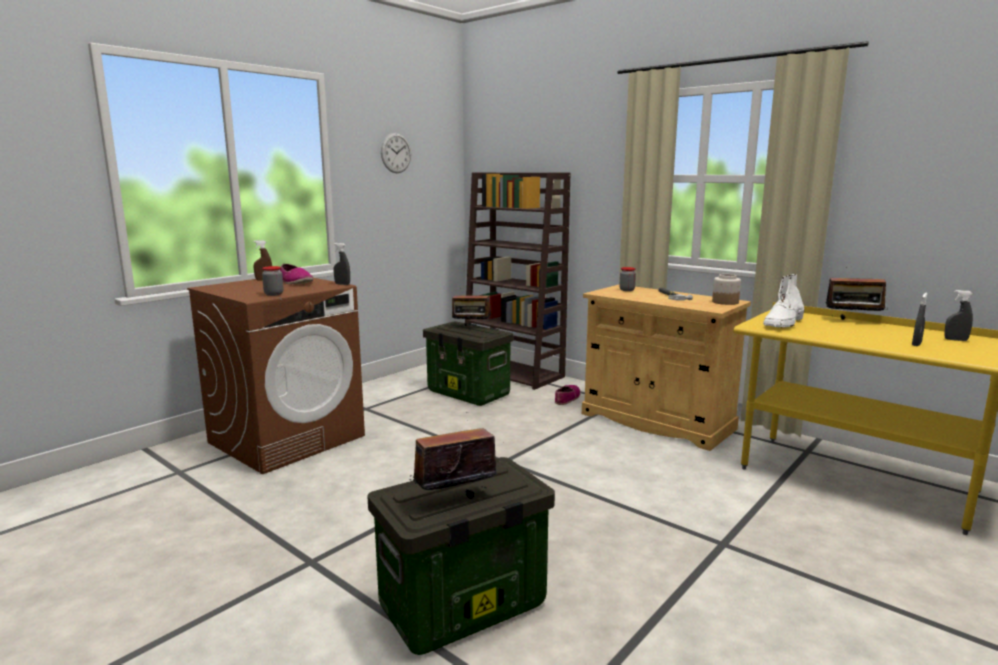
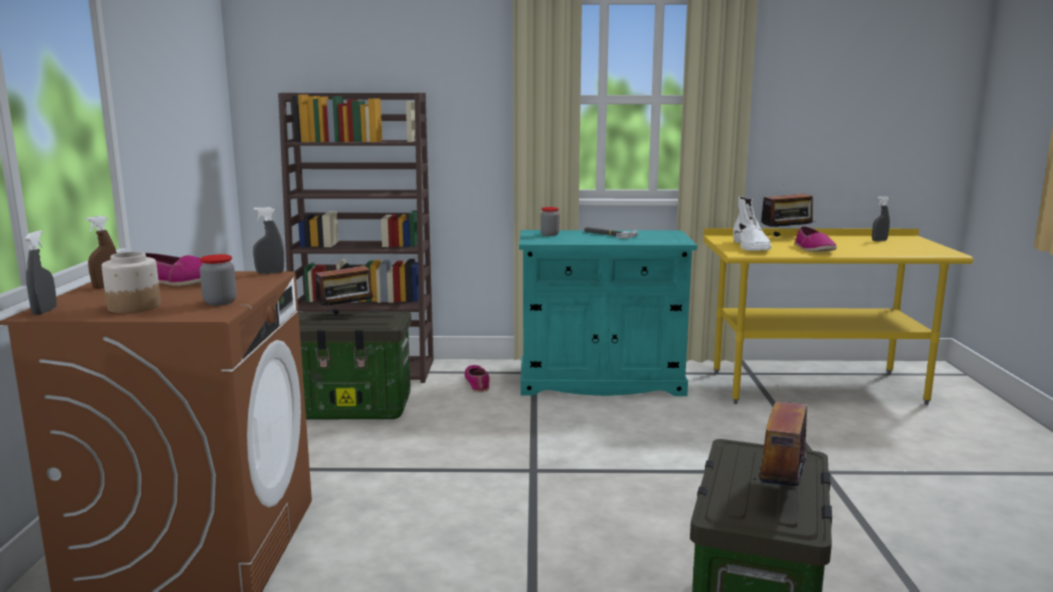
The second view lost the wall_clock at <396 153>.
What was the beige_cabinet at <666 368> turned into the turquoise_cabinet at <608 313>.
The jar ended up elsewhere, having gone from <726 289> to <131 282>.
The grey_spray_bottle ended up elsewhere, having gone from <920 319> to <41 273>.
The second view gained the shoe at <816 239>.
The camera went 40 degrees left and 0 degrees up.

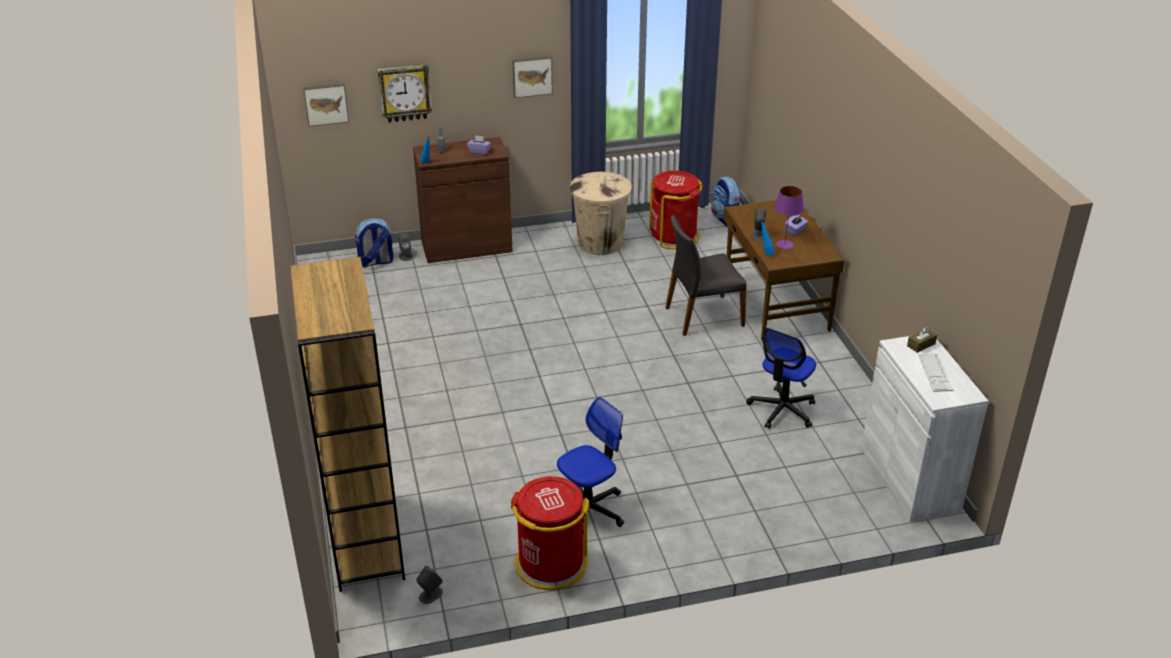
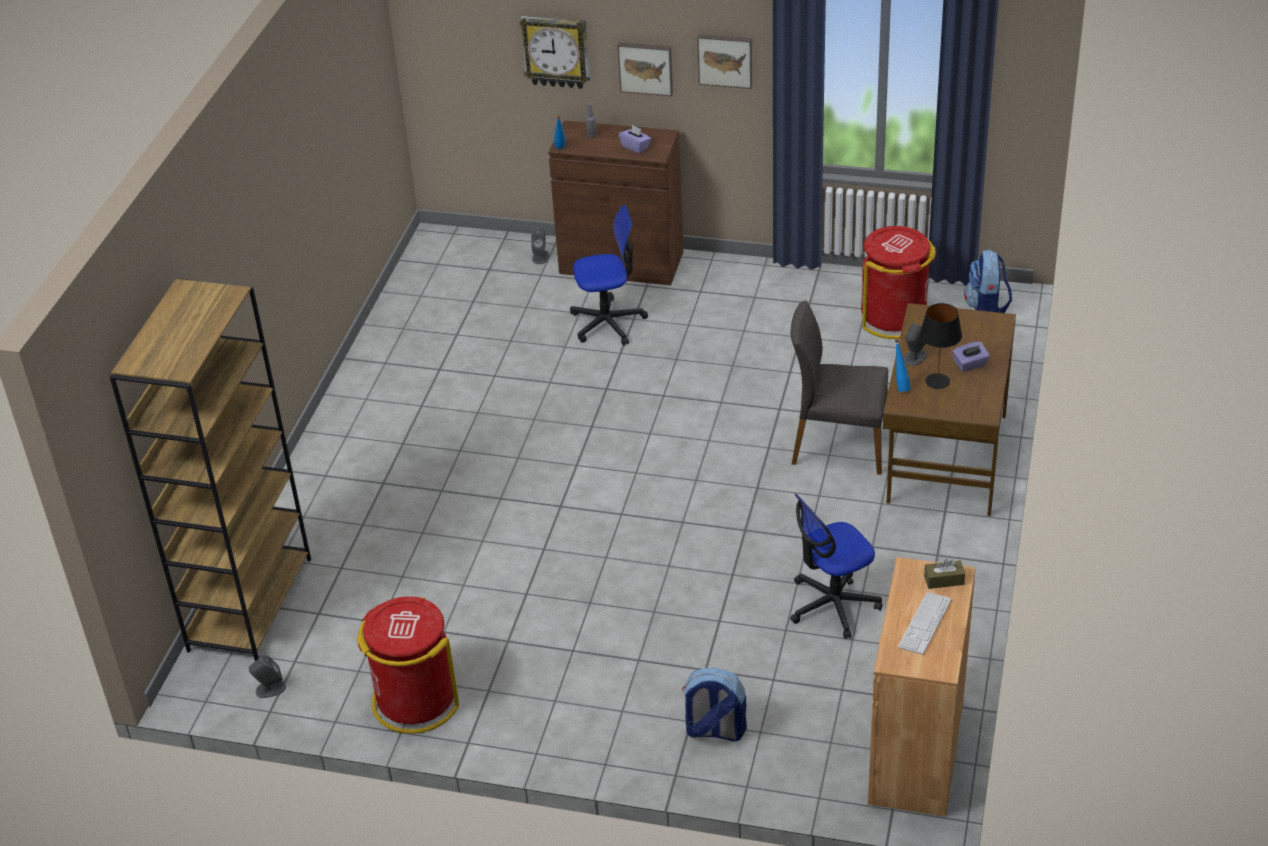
The picture ended up elsewhere, having gone from <326 105> to <645 69>.
The backpack ended up elsewhere, having gone from <374 242> to <714 704>.
The office_chair ended up elsewhere, having gone from <590 462> to <609 275>.
The second view lost the beige_trash_can at <601 213>.
What was the purple_table_lamp at <789 217> turned into the black_table_lamp at <941 346>.
What was the white_cabinet at <925 429> turned into the brown_cabinet at <922 687>.
The camera went 30 degrees right and 5 degrees up.

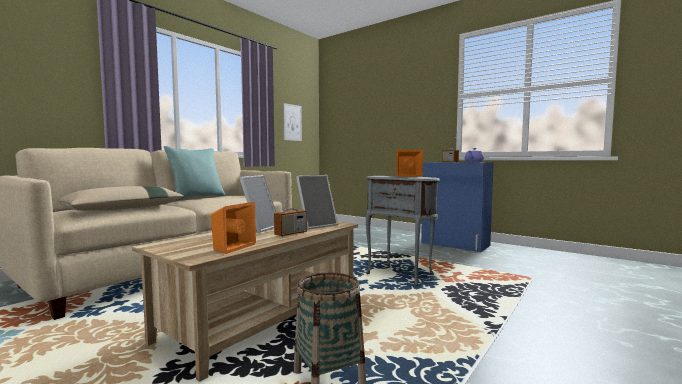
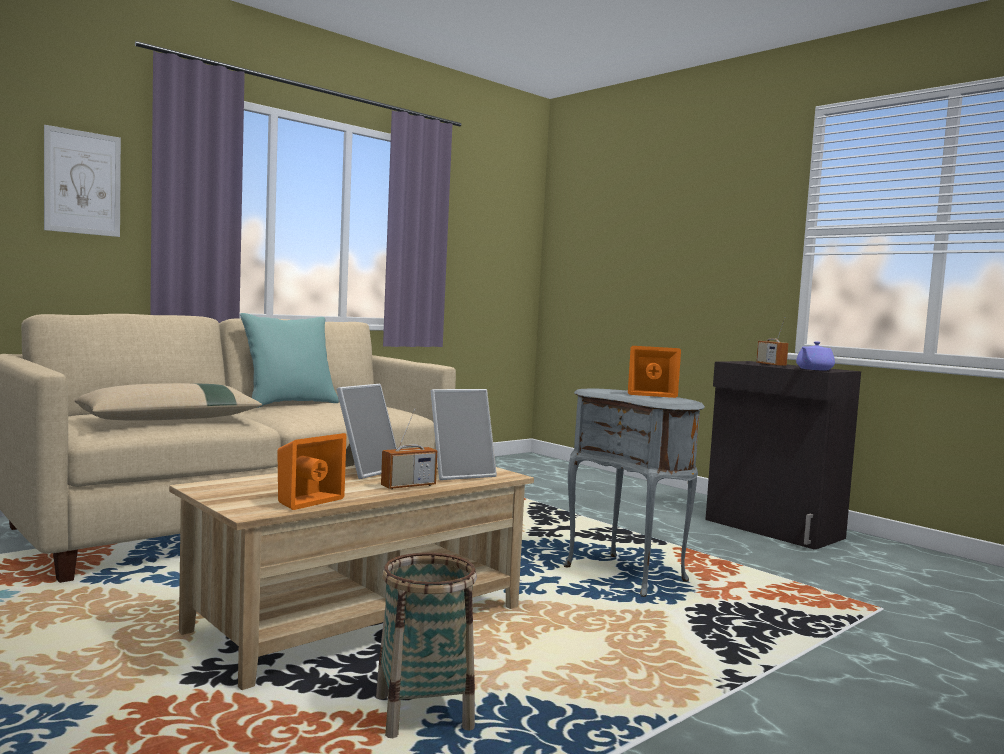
The picture ended up elsewhere, having gone from <292 122> to <82 181>.
What was the blue_cabinet at <457 207> turned into the black_cabinet at <783 455>.
The camera went 10 degrees right and 0 degrees up.

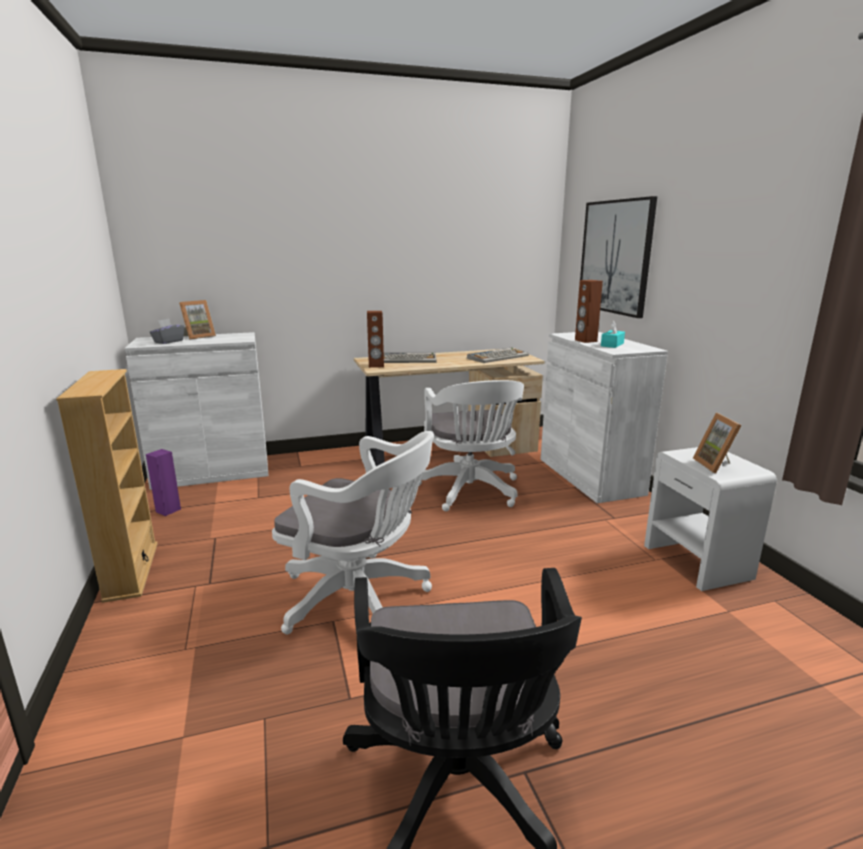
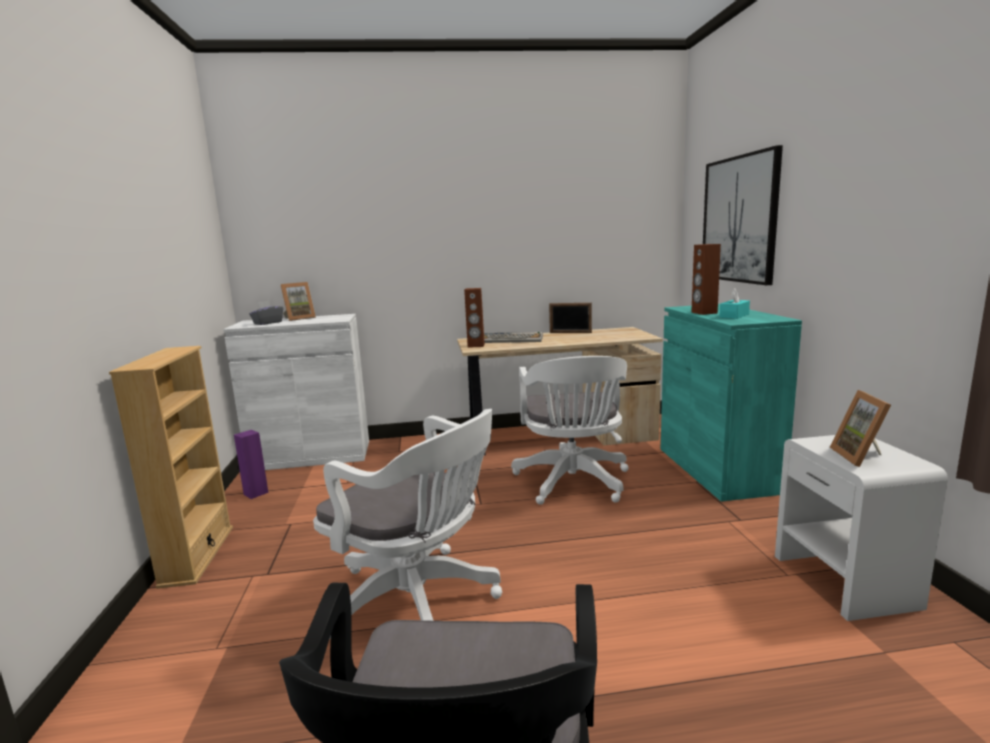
The second view lost the keyboard at <498 355>.
What was the white_cabinet at <604 417> turned into the turquoise_cabinet at <731 403>.
The second view gained the picture_frame at <570 318>.
The camera went 10 degrees right and 5 degrees down.

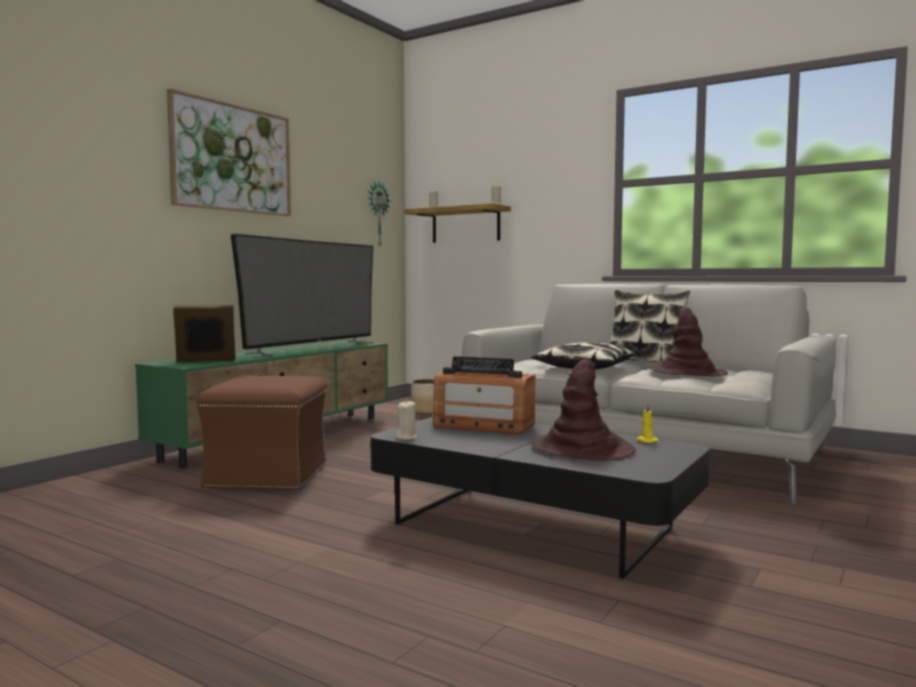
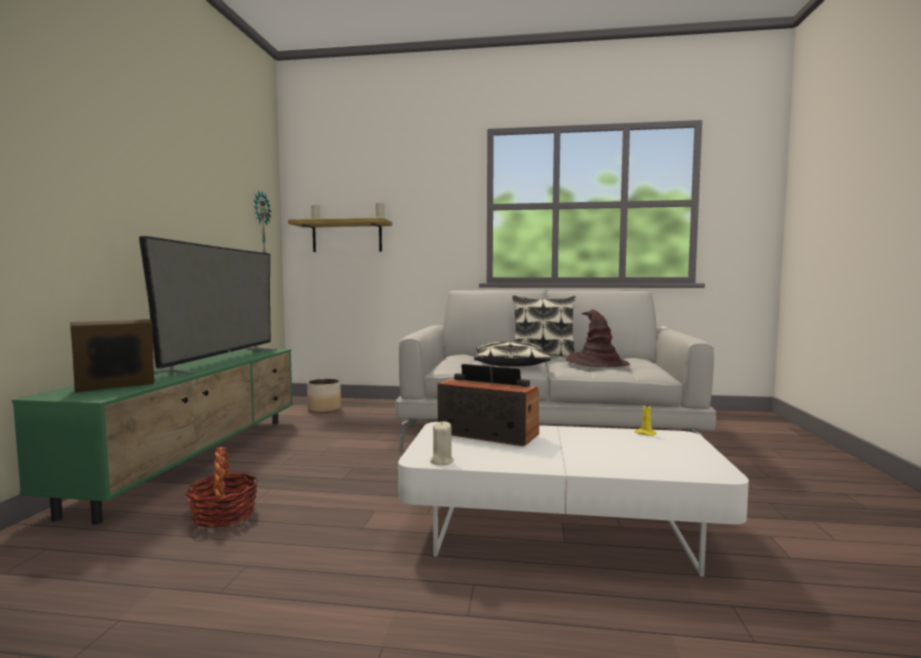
The second view lost the picture at <229 152>.
Where the brown_ottoman stood at <262 433>, the basket came to stand at <222 487>.
What was the black_coffee_table at <540 498> turned into the white_coffee_table at <573 499>.
The radio at <484 395> ended up facing another way, 150 degrees counterclockwise from before.
The second view lost the brown_hat at <583 410>.
The camera went 25 degrees left and 0 degrees up.

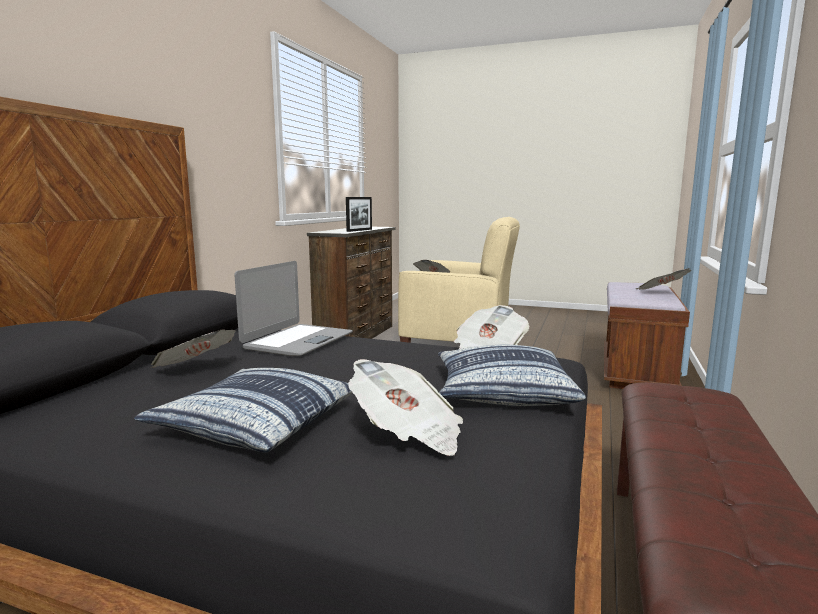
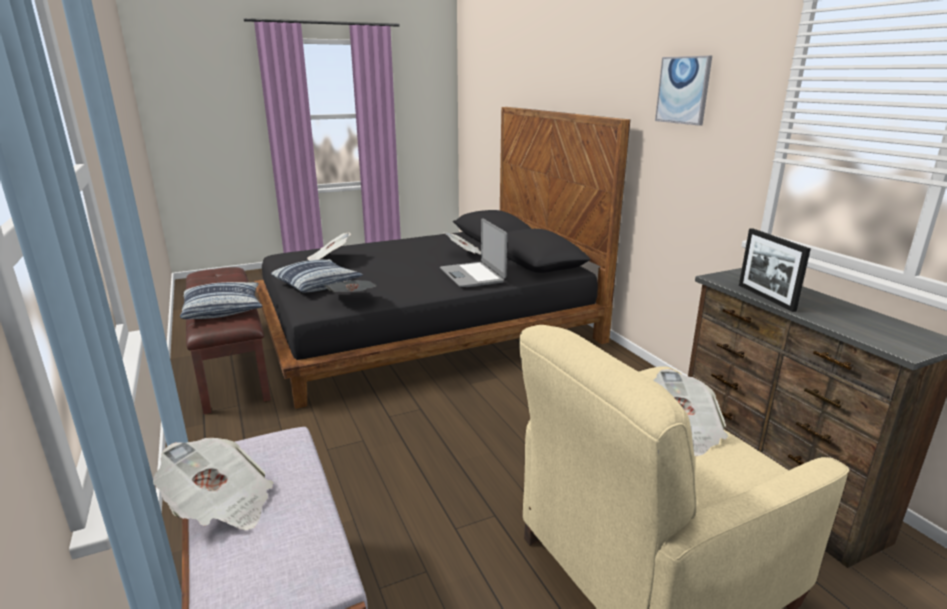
The pillow ended up elsewhere, having gone from <243 410> to <221 300>.
The second view gained the picture at <683 91>.
The camera went 135 degrees right and 10 degrees up.

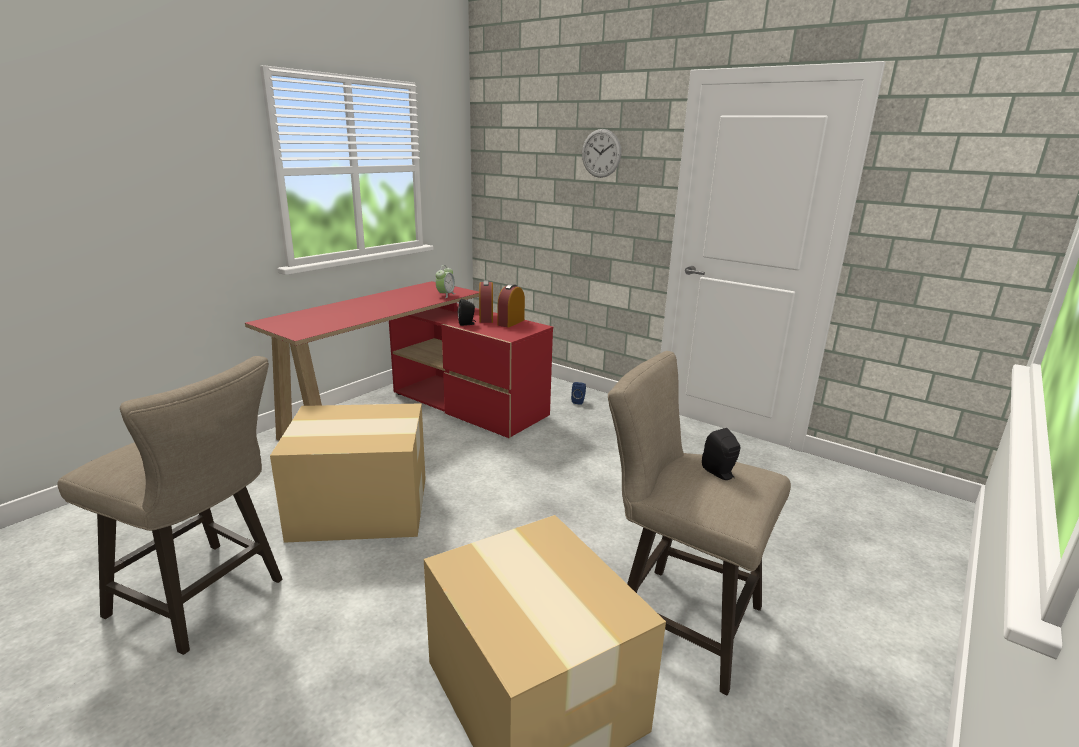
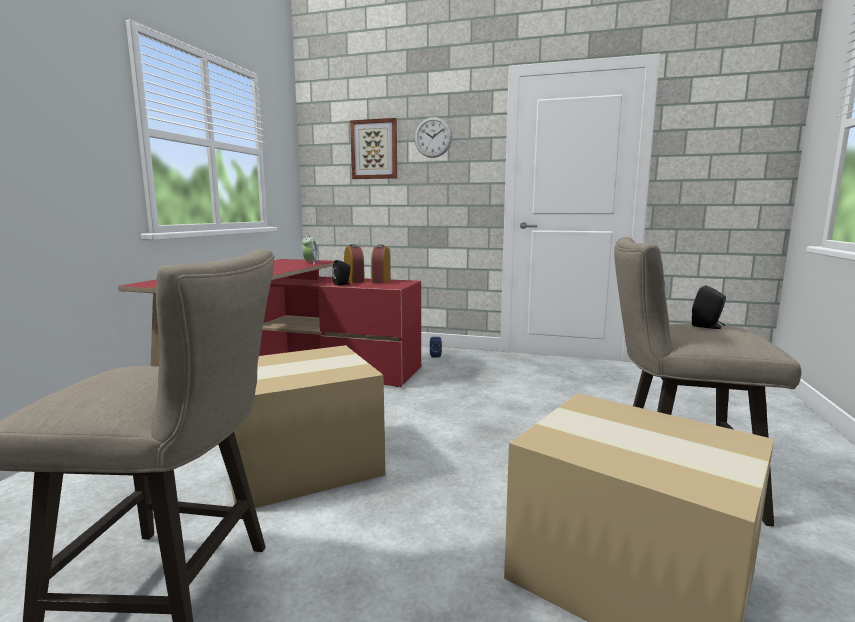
The second view gained the picture at <373 148>.
The camera went 20 degrees left and 10 degrees down.

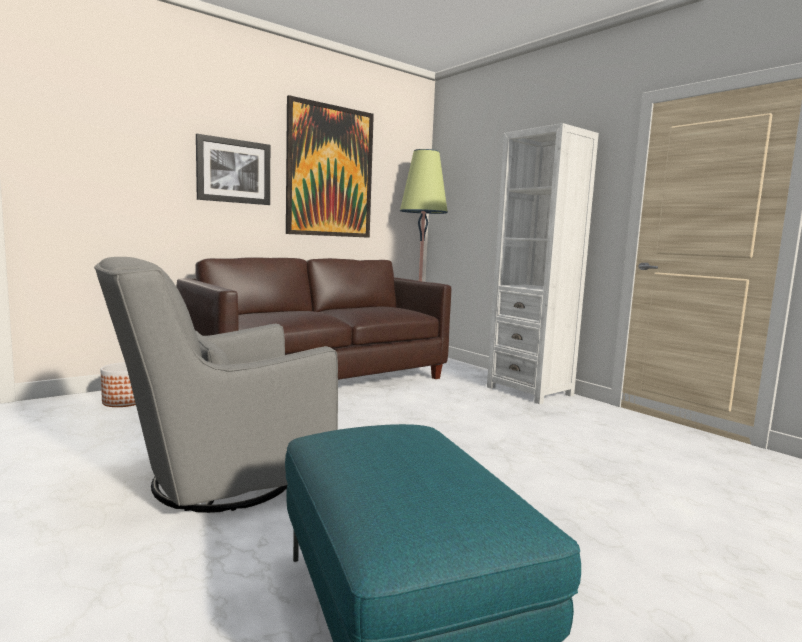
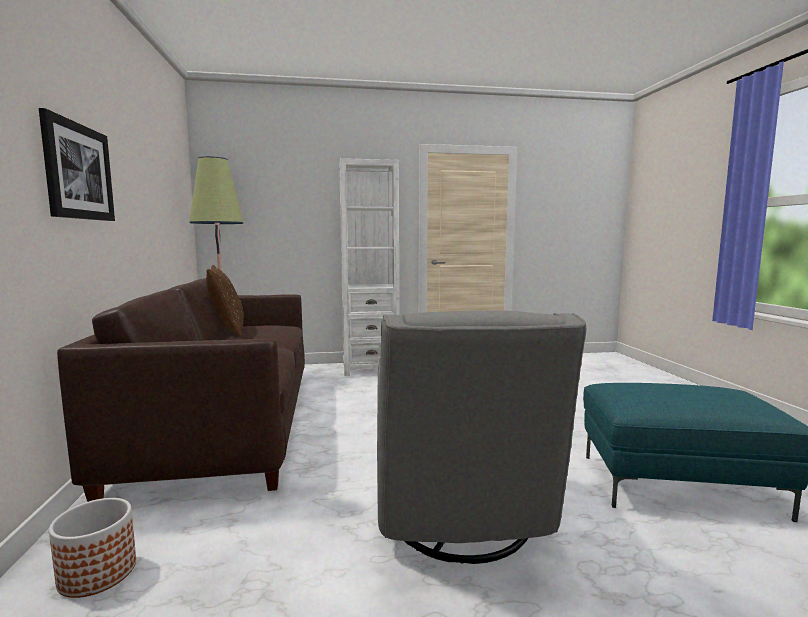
The second view lost the picture at <330 166>.
The second view gained the brown_pillow at <225 301>.
The camera went 60 degrees left and 0 degrees up.

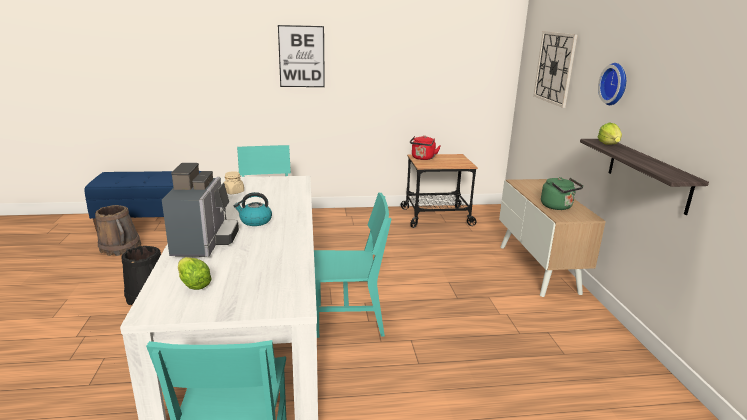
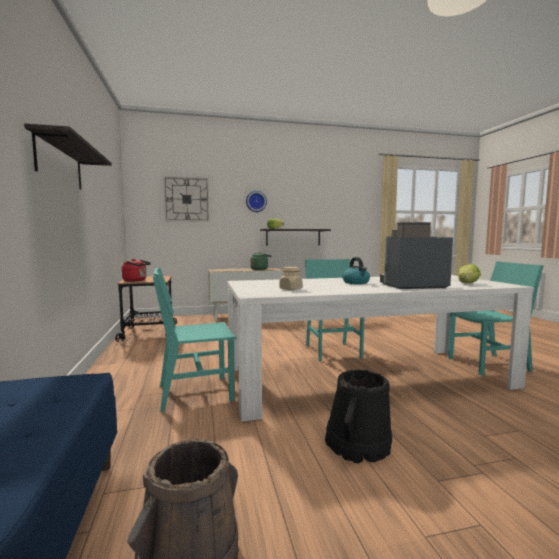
Where the picture hung at <301 56>, the shelf came to hang at <68 156>.
The camera went 95 degrees left and 15 degrees down.

